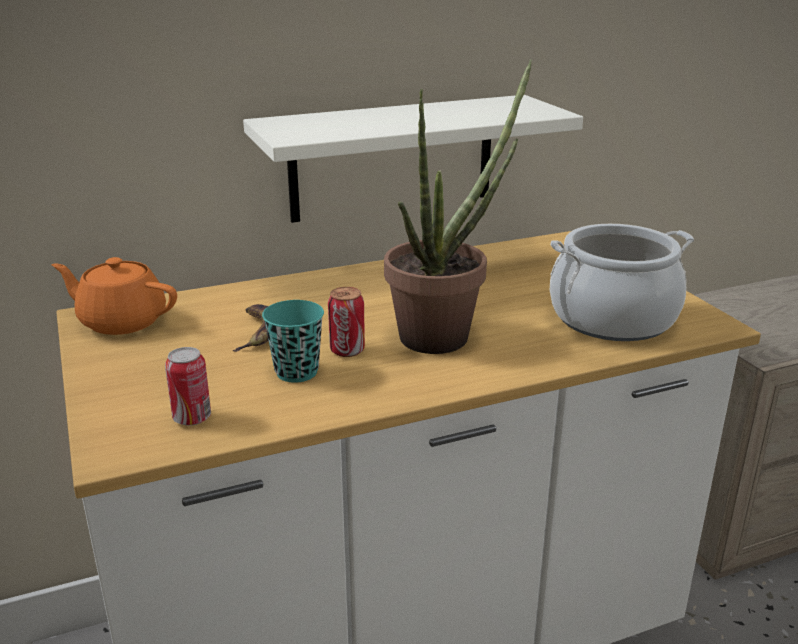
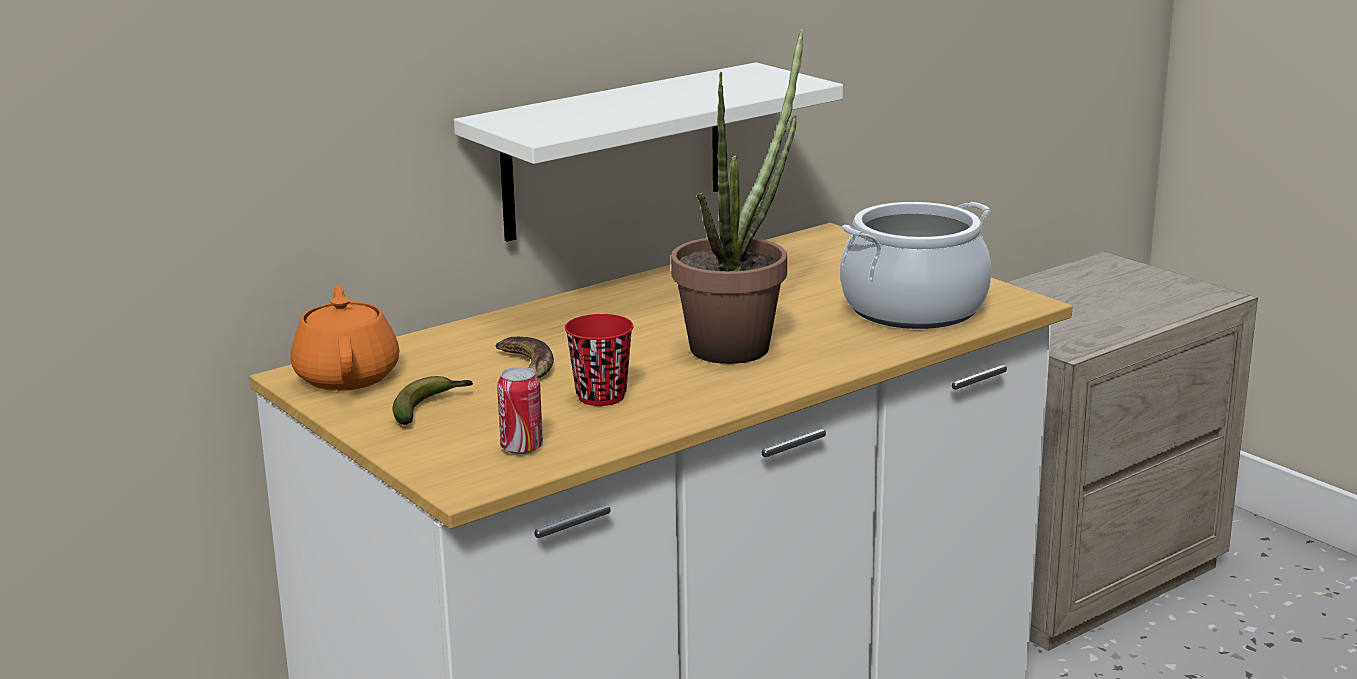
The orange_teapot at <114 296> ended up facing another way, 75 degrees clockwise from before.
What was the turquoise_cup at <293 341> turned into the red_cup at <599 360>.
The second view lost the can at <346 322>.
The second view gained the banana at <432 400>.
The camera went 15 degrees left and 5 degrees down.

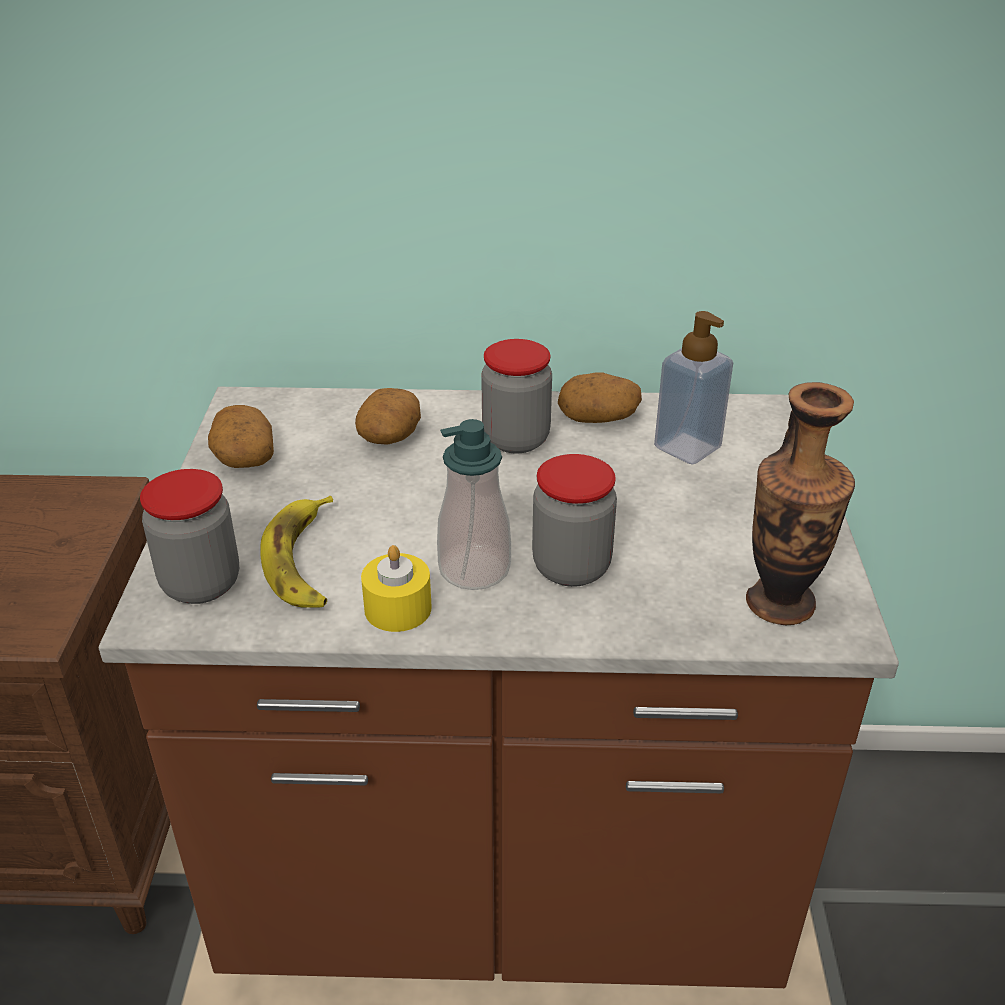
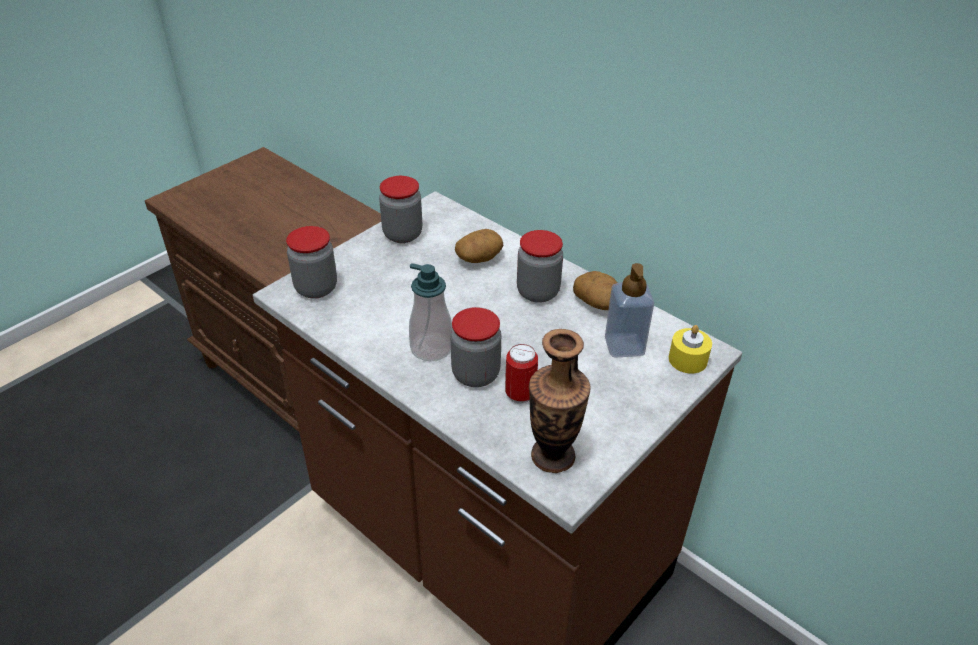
Where the potato stood at <241 436>, the jar came to stand at <400 209>.
The second view lost the banana at <296 552>.
The yellow_candle ended up elsewhere, having gone from <396 588> to <690 349>.
The second view gained the can at <521 374>.
The camera went 40 degrees right and 5 degrees up.

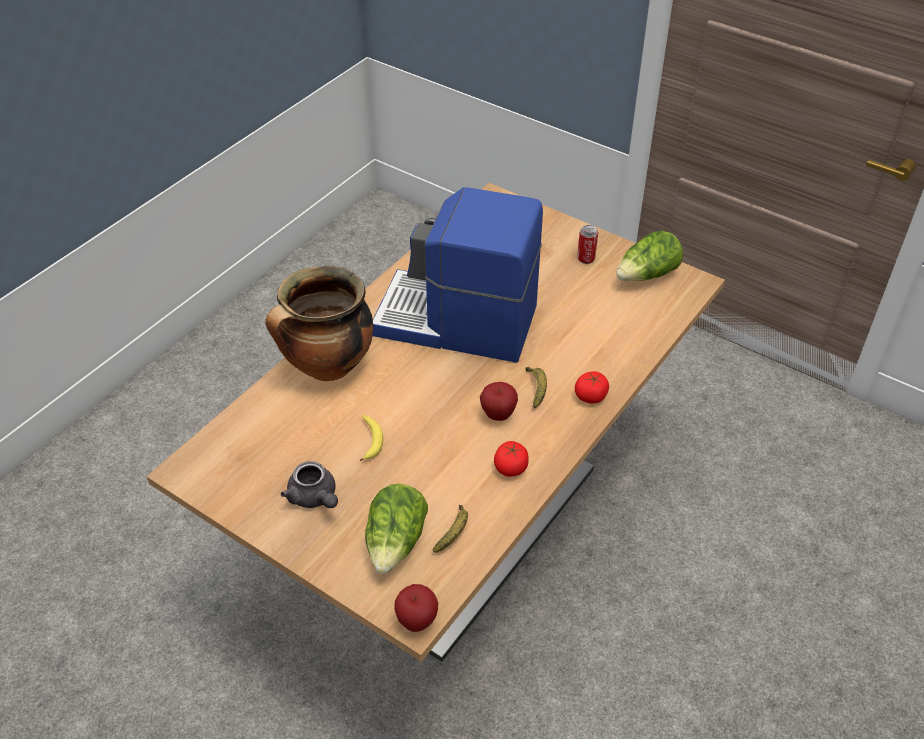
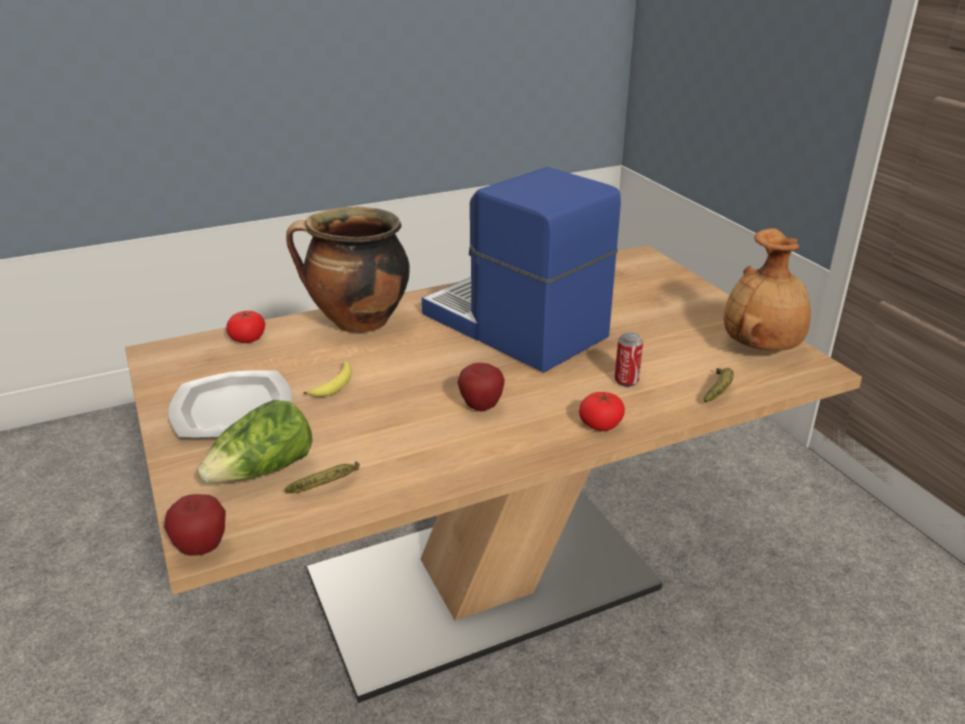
Where the grey_teapot stood at <309 484>, the plate came to stand at <230 404>.
The tomato ended up elsewhere, having gone from <511 459> to <245 327>.
The banana ended up elsewhere, having gone from <536 387> to <718 385>.
The can ended up elsewhere, having gone from <587 244> to <628 359>.
Where the lettuce stood at <649 255>, the brown_vase came to stand at <767 289>.
The camera went 30 degrees right and 15 degrees down.

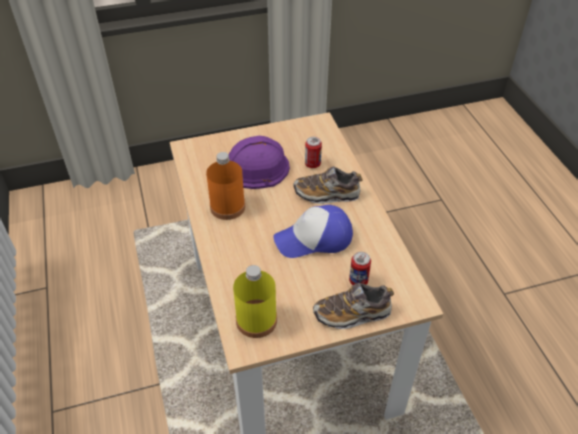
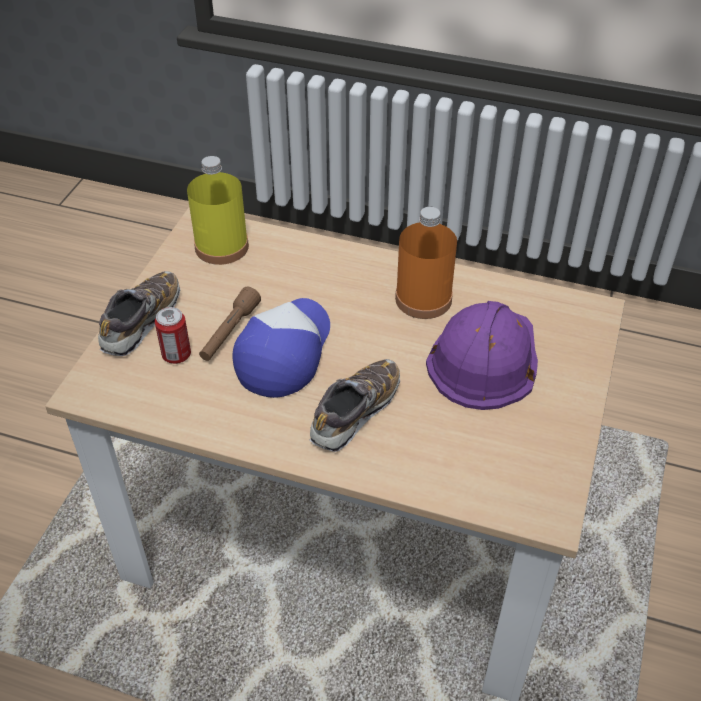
The second view lost the can at <313 152>.
The second view gained the brown_flashlight at <230 324>.
The camera went 125 degrees right and 0 degrees up.

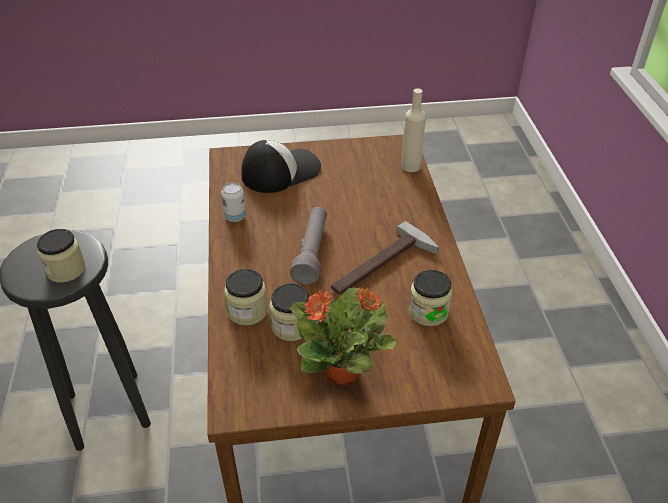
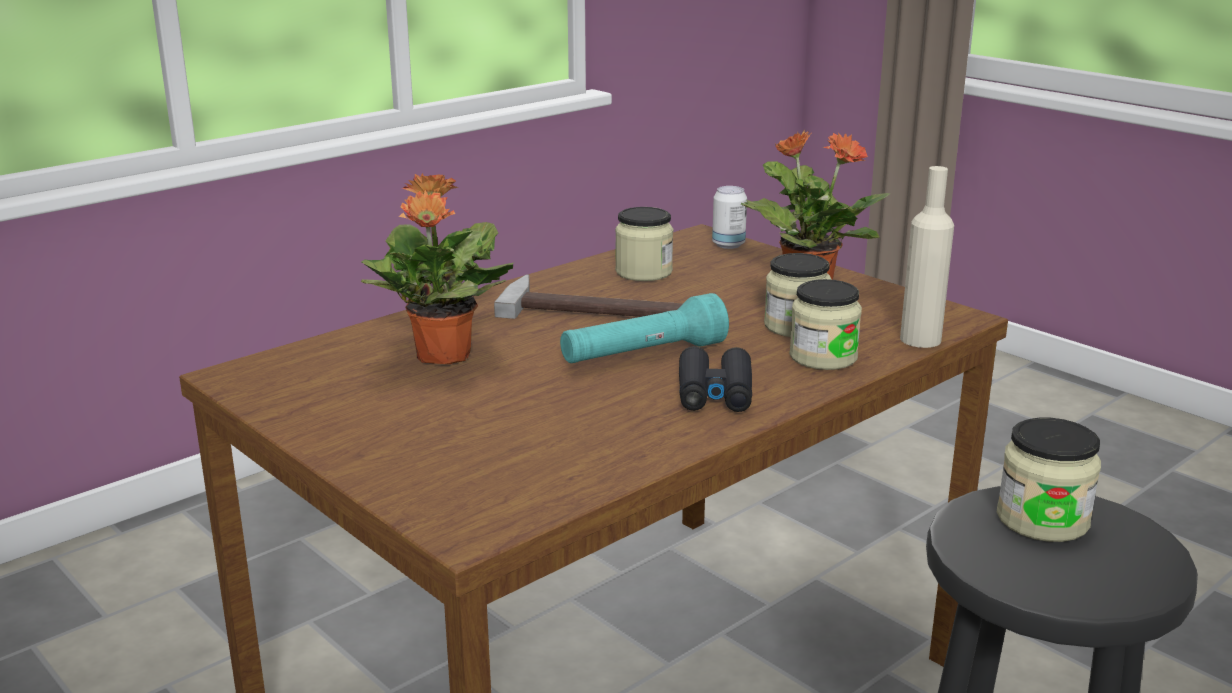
The can ended up elsewhere, having gone from <233 202> to <729 217>.
The second view lost the cap at <281 166>.
What was the grey_flashlight at <308 246> turned into the turquoise_flashlight at <644 328>.
The beige_bottle ended up elsewhere, having gone from <413 130> to <927 257>.
The second view gained the potted_plant at <437 268>.
The second view gained the black_binoculars at <715 379>.
The camera went 125 degrees left and 20 degrees down.

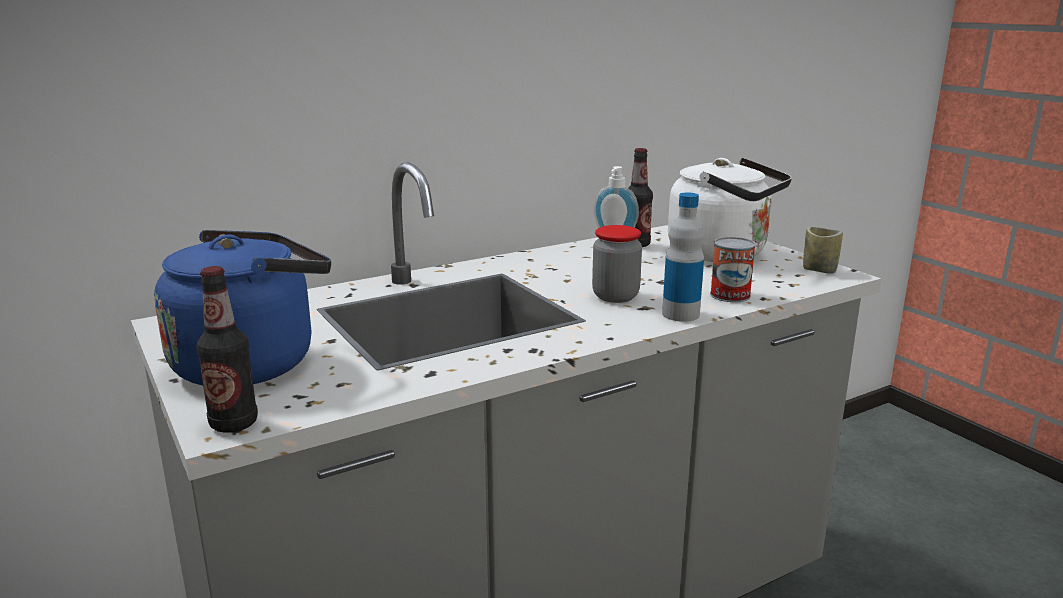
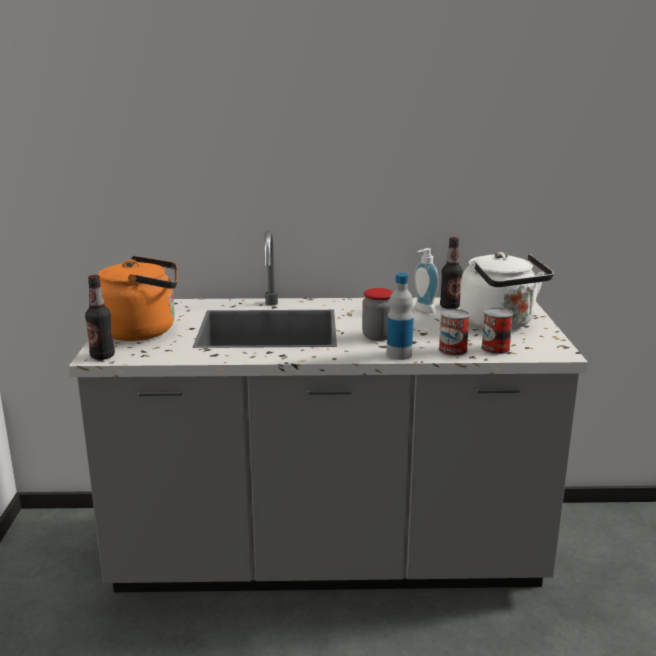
What was the blue_kettle at <242 307> turned into the orange_kettle at <137 298>.
The second view lost the cup at <823 250>.
The second view gained the can at <497 330>.
The camera went 30 degrees right and 0 degrees up.

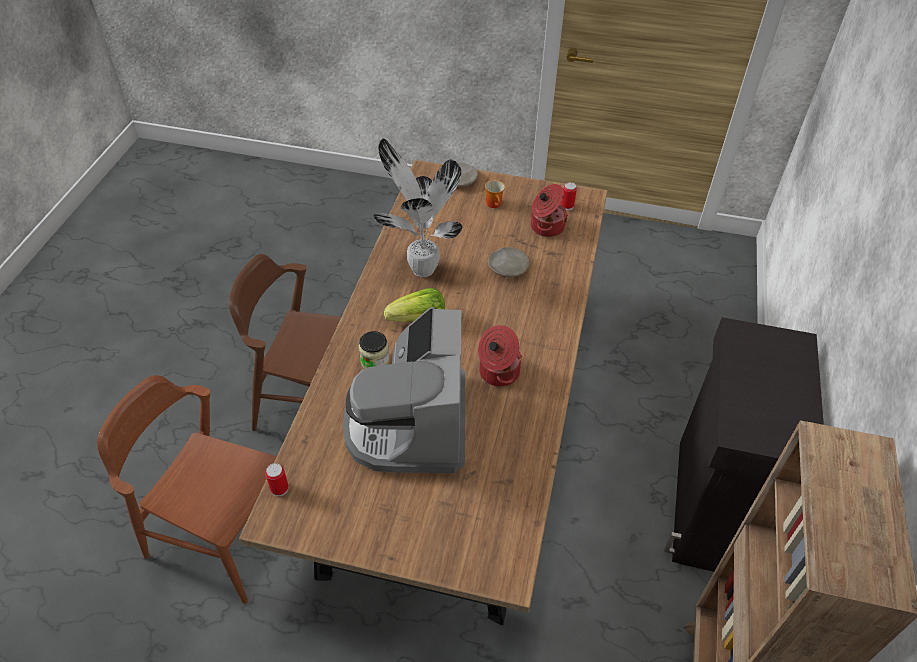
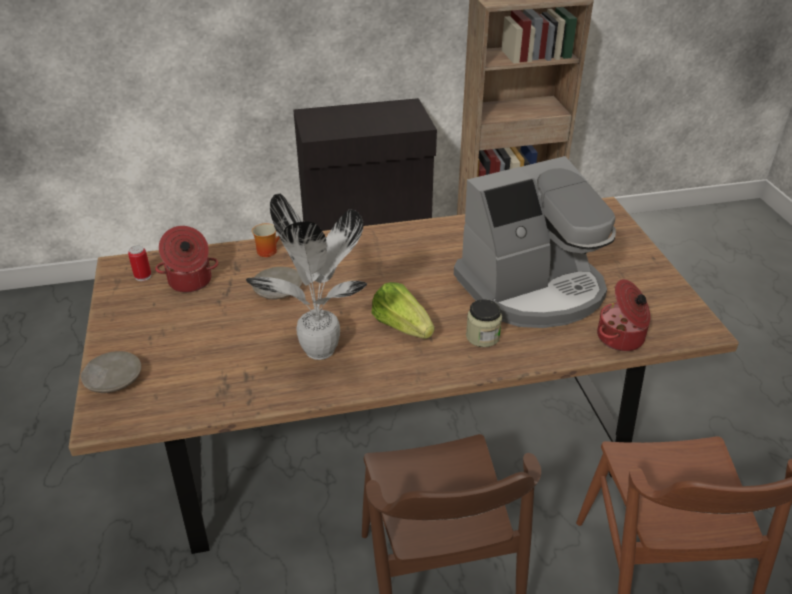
The second view lost the can at <277 479>.
The cooking_pot ended up elsewhere, having gone from <500 356> to <623 315>.
The mug ended up elsewhere, having gone from <495 194> to <266 240>.
The camera went 115 degrees left and 10 degrees down.

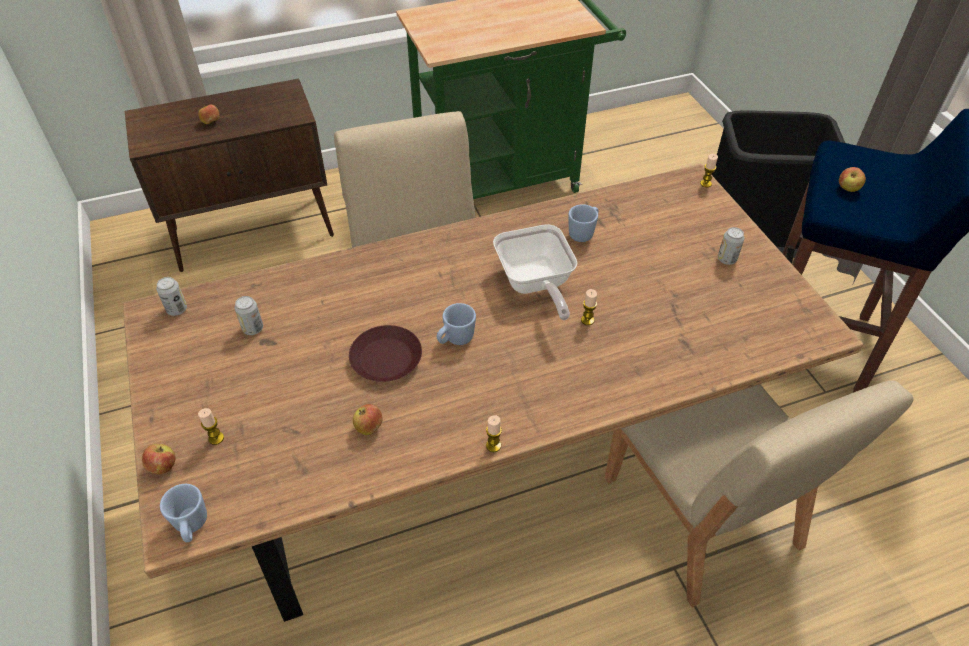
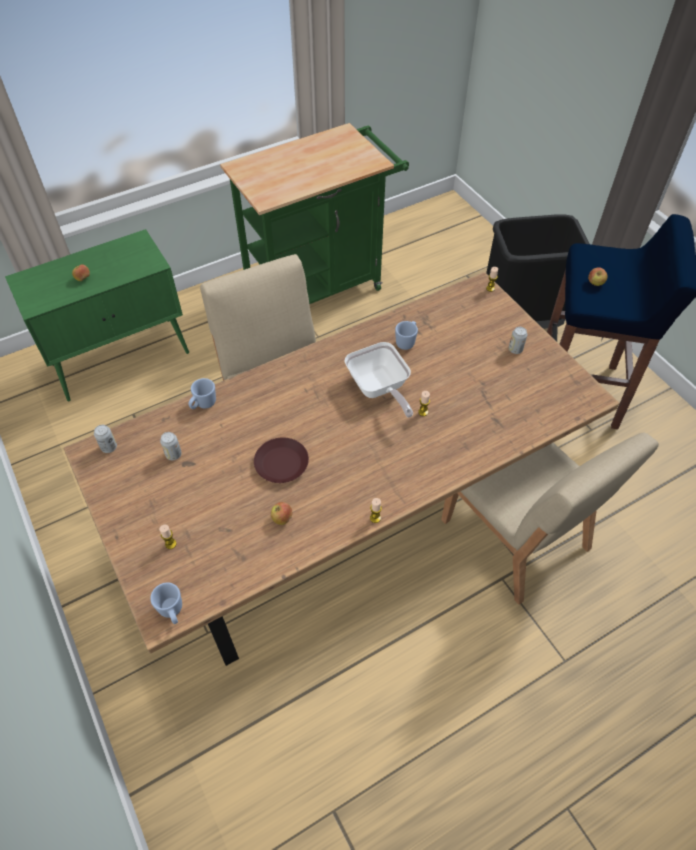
What was the brown_cabinet at <229 175> turned into the green_cabinet at <97 315>.
The second view lost the apple at <158 459>.
The blue_mug ended up elsewhere, having gone from <456 324> to <202 393>.
The camera went 10 degrees left and 5 degrees up.

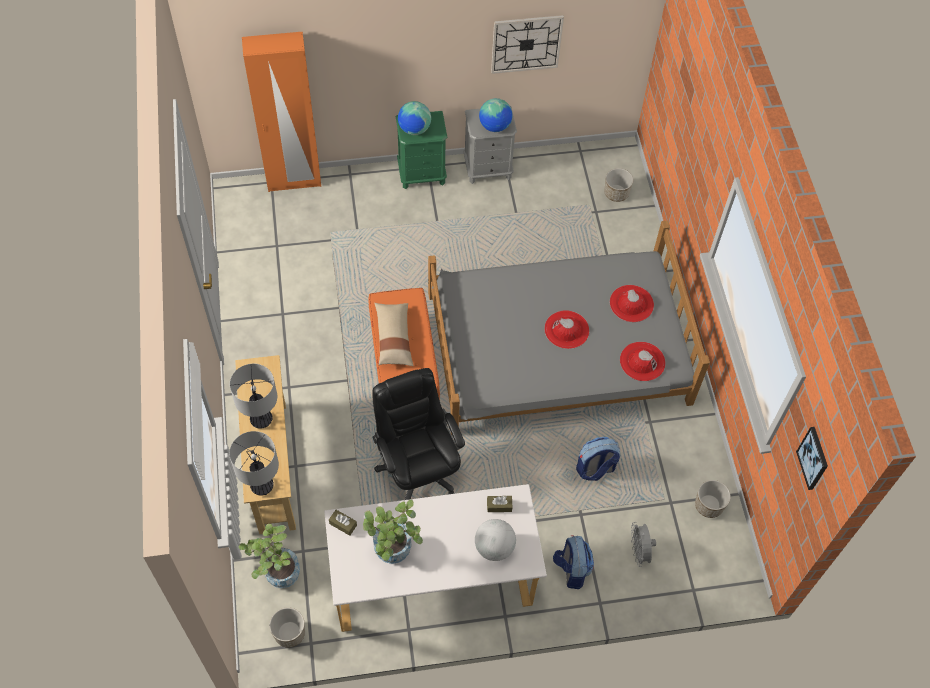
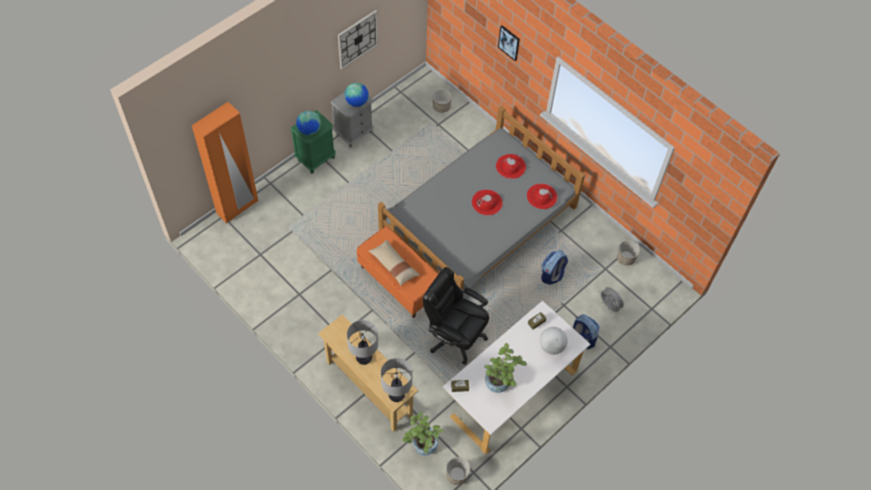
The picture ended up elsewhere, having gone from <812 458> to <509 43>.
The camera went 35 degrees left and 0 degrees up.

